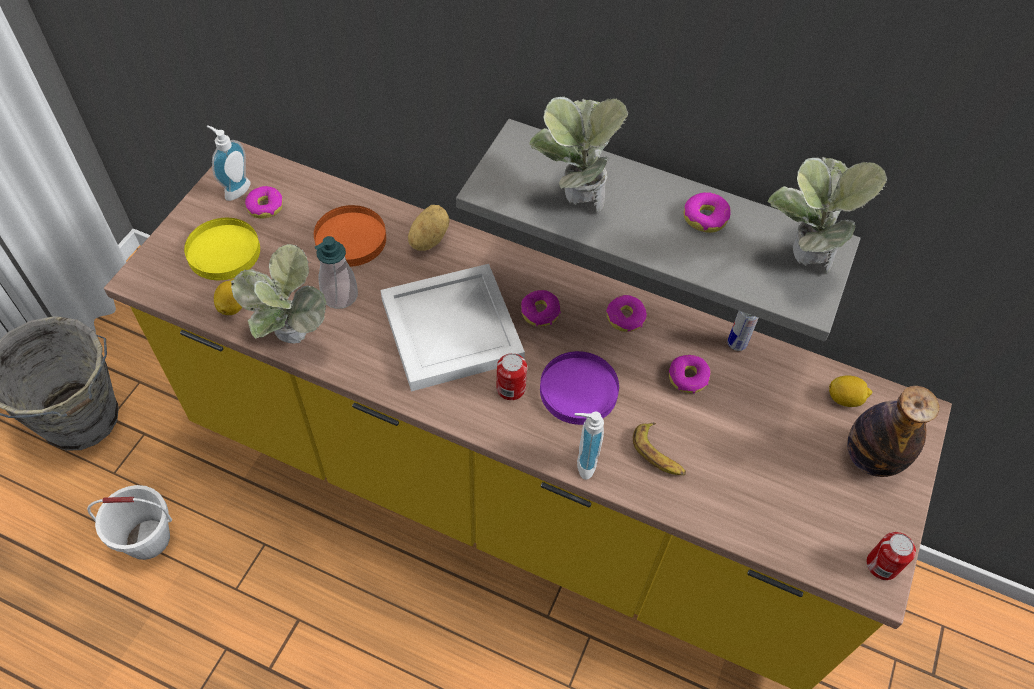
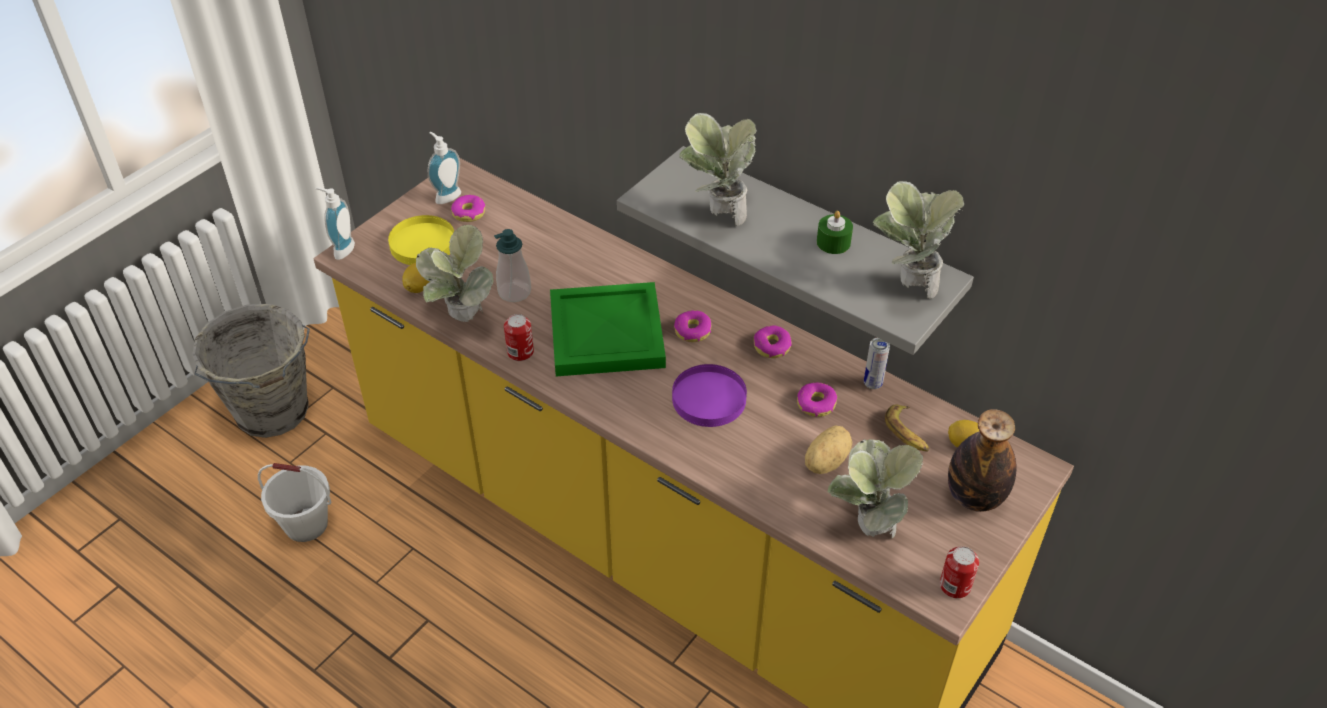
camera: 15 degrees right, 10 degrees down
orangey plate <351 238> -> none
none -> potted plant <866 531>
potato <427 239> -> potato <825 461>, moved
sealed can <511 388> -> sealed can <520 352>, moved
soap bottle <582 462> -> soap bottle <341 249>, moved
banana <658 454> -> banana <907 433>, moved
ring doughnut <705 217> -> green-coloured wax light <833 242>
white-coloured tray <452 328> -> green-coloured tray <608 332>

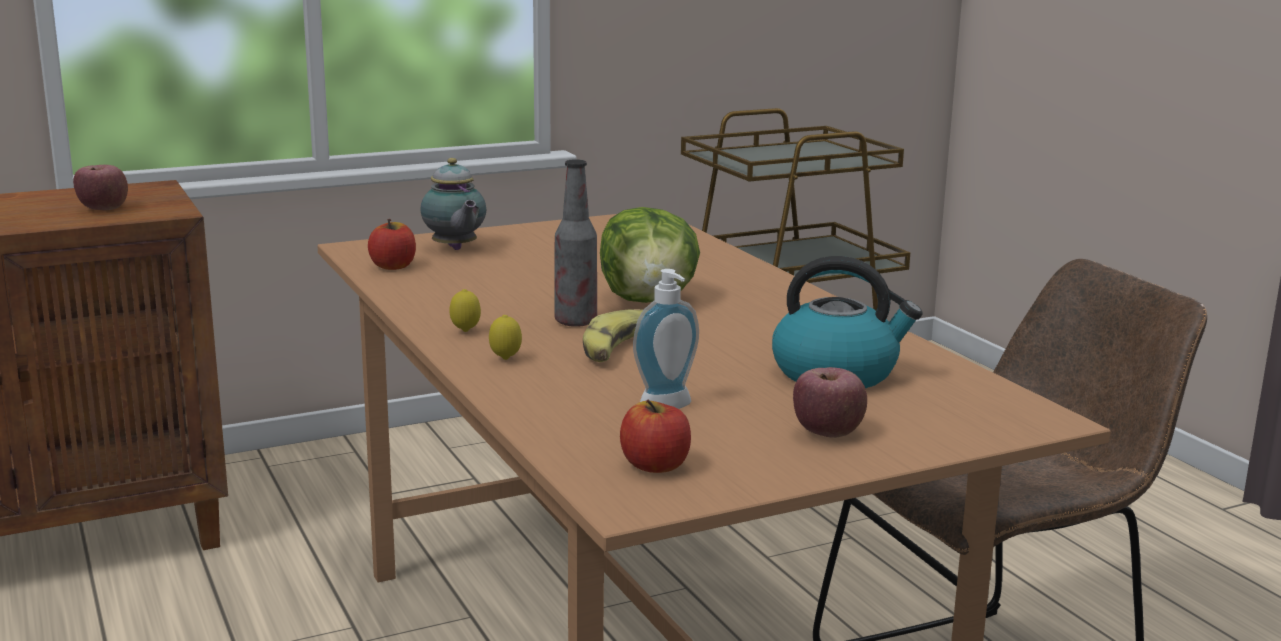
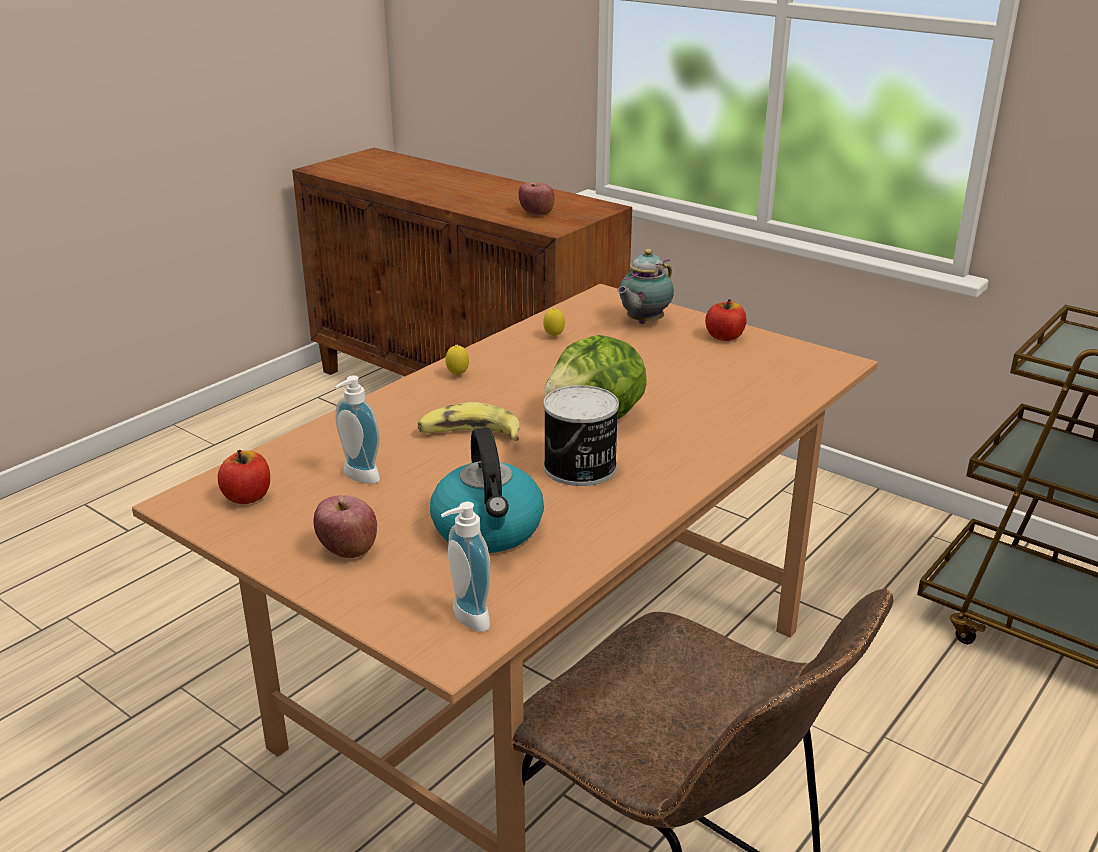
camera: 65 degrees right, 10 degrees up
drink bottle <575 322> -> none
none -> soap bottle <465 620>
none -> sealed can <580 468>
apple fruit <393 266> -> apple fruit <724 337>, moved
lemon <505 359> -> lemon <554 336>, moved

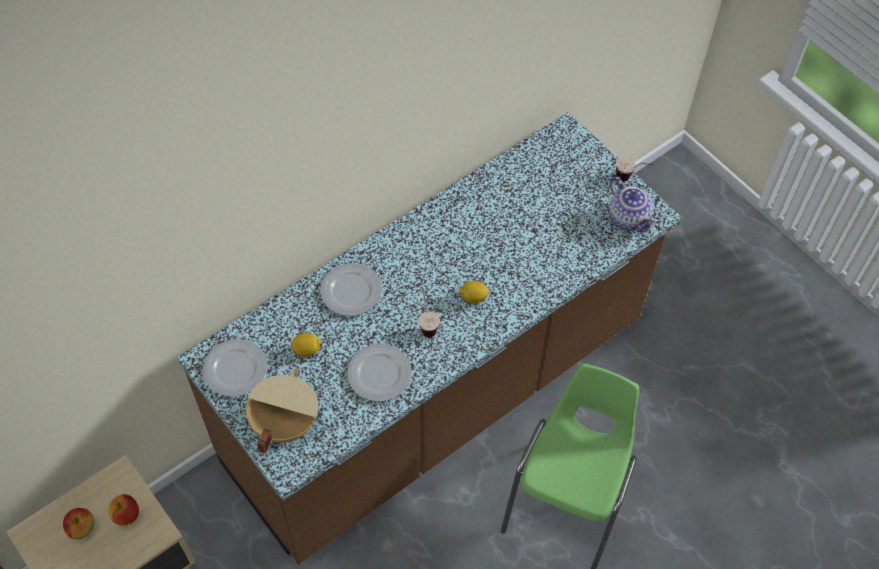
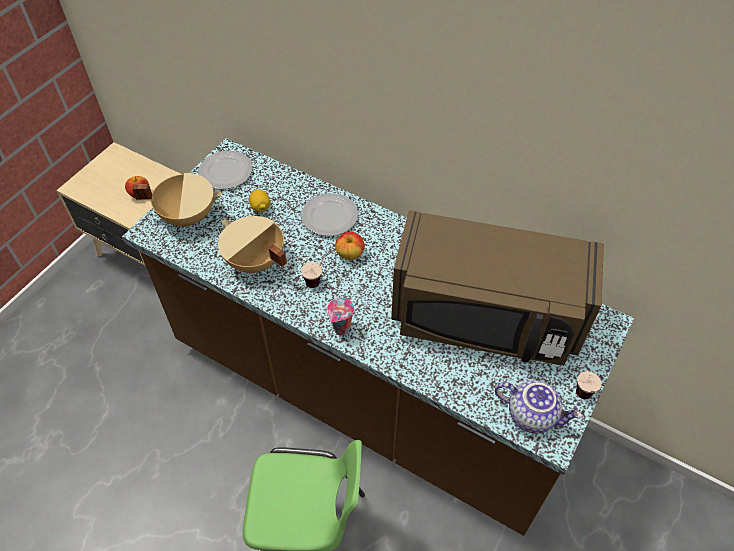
camera: 70 degrees right, 5 degrees down
lemon <473 297> -> none
none -> cup <341 330>
none -> brown-coloured kitchen microwave <486 318>
apple fruit <82 528> -> apple fruit <350 254>, moved
plate <380 374> -> beige-coloured stockpot <254 262>
tea pot <629 218> -> tea pot <532 414>, 105 degrees counterclockwise

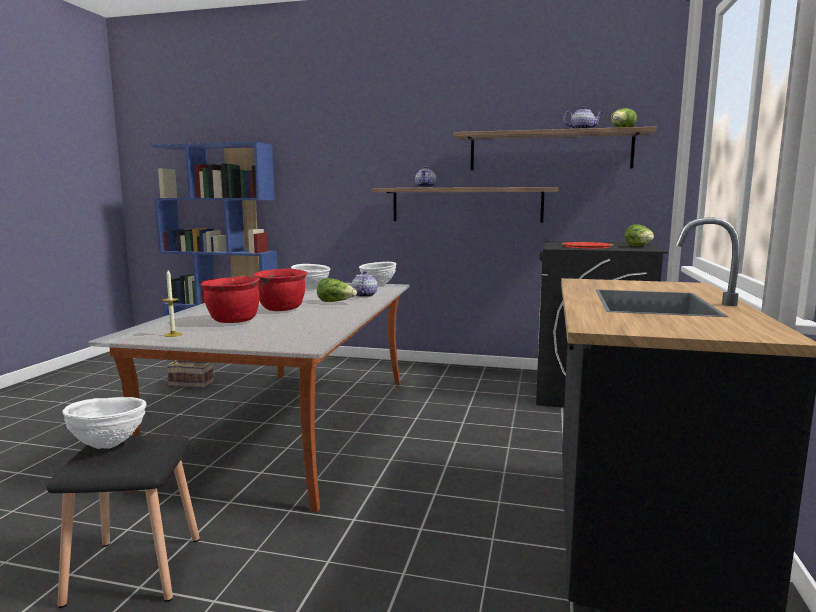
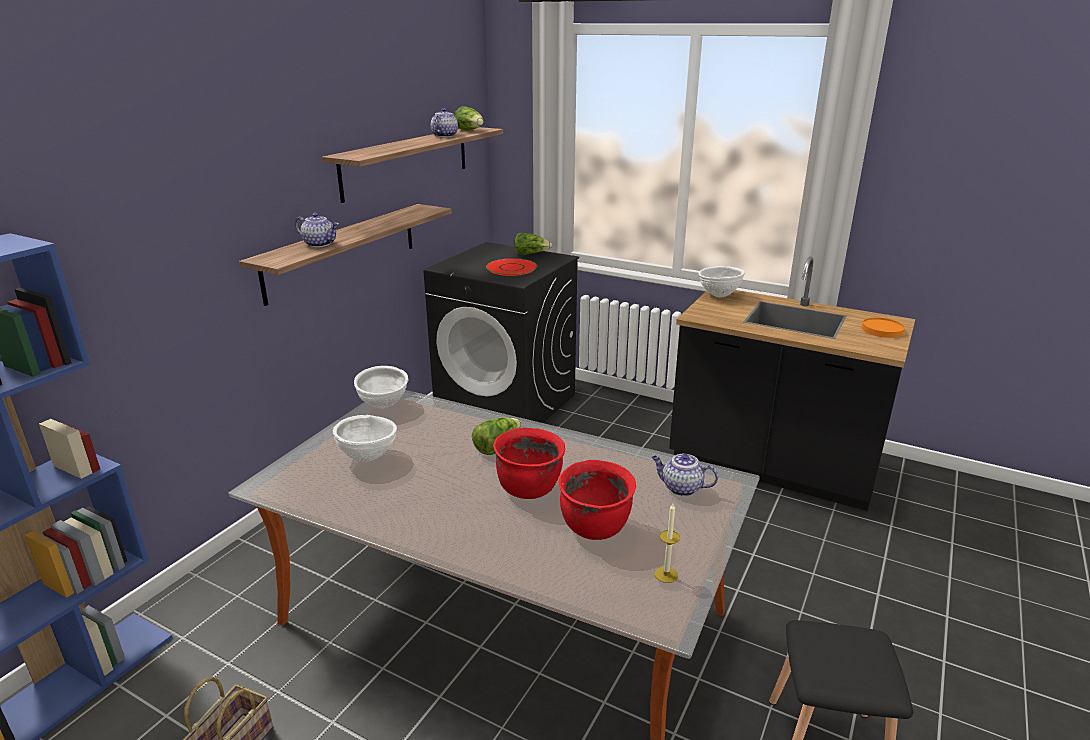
camera: 75 degrees left, 15 degrees up
none -> orangey plate <882 330>
white-coloured bowl <109 445> -> white-coloured bowl <719 296>, moved
tea pot <364 295> -> tea pot <681 488>, moved

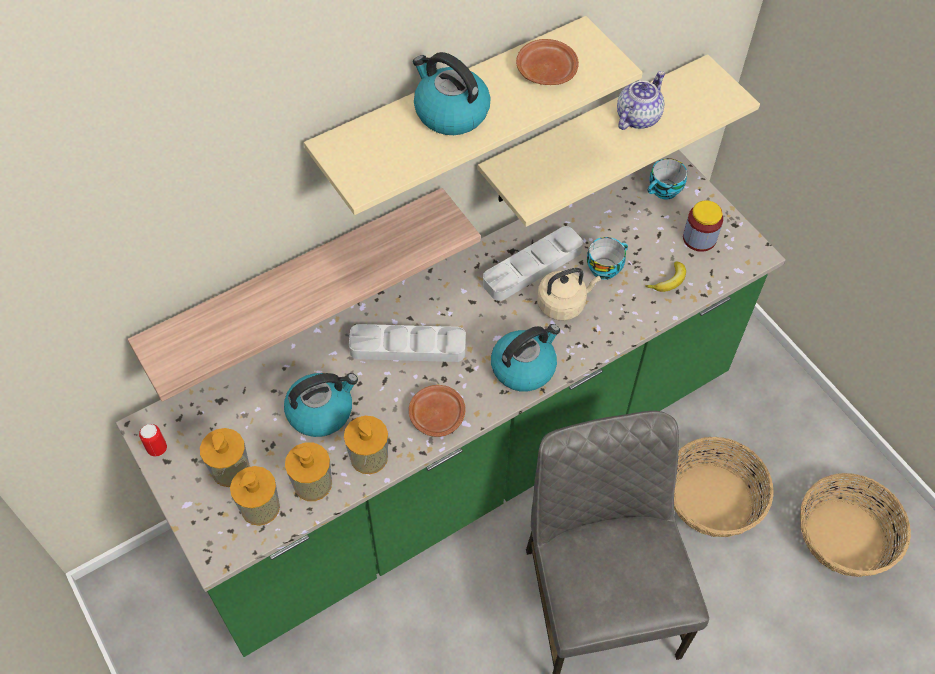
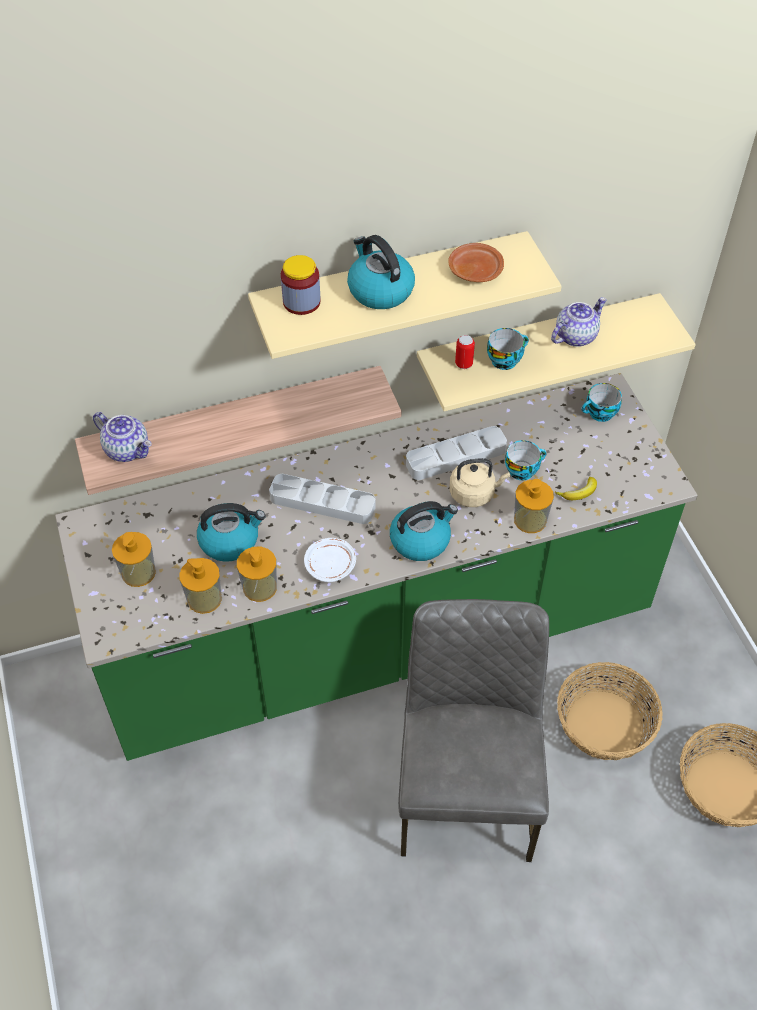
camera: 15 degrees right, 5 degrees down
none -> tea pot <127 449>
none -> cup <505 359>
sealed can <157 449> -> sealed can <463 364>, moved
soap bottle <260 507> -> soap bottle <530 520>, moved
preserve jar <699 238> -> preserve jar <301 302>, moved
brown-coloured plate <437 415> -> white-coloured plate <330 564>

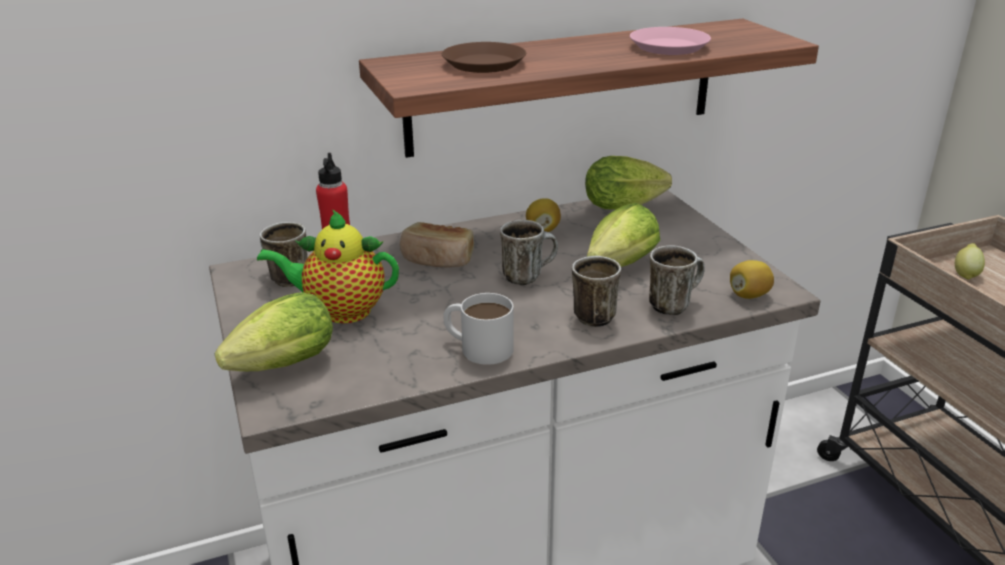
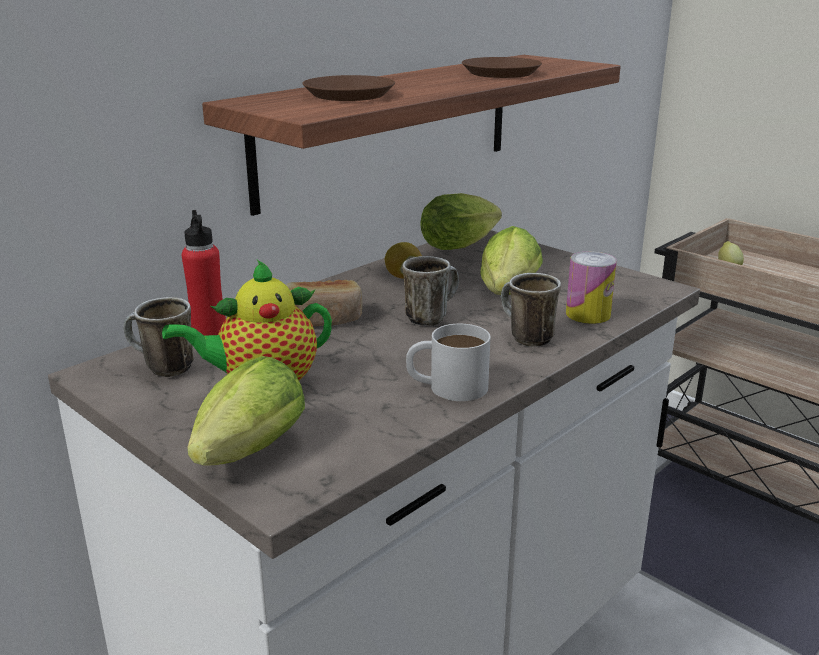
camera: 25 degrees left, 5 degrees down
lemon <748 295> -> none
coffee mug <673 304> -> sealed can <588 314>
pink-coloured plate <668 47> -> brown-coloured plate <500 73>

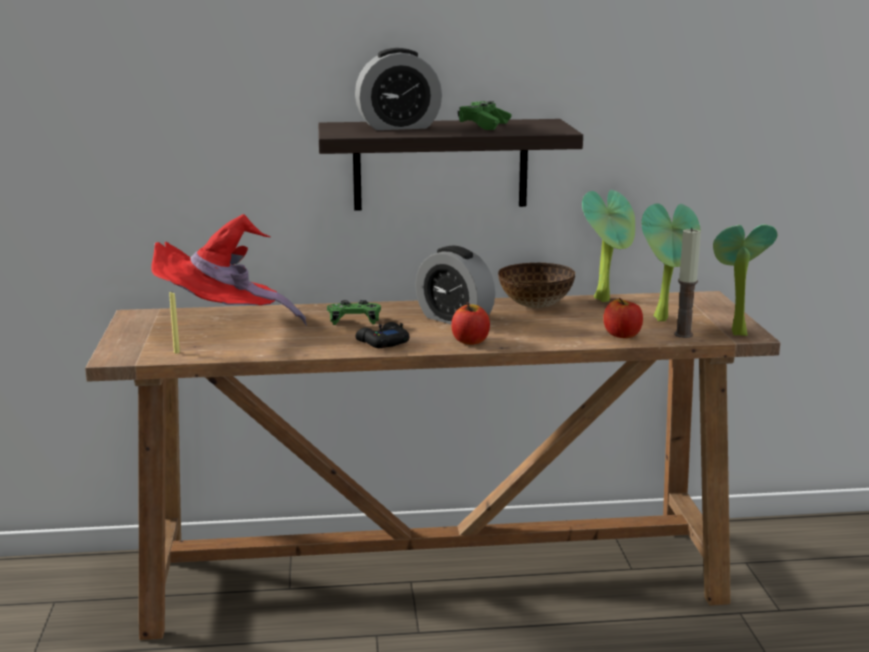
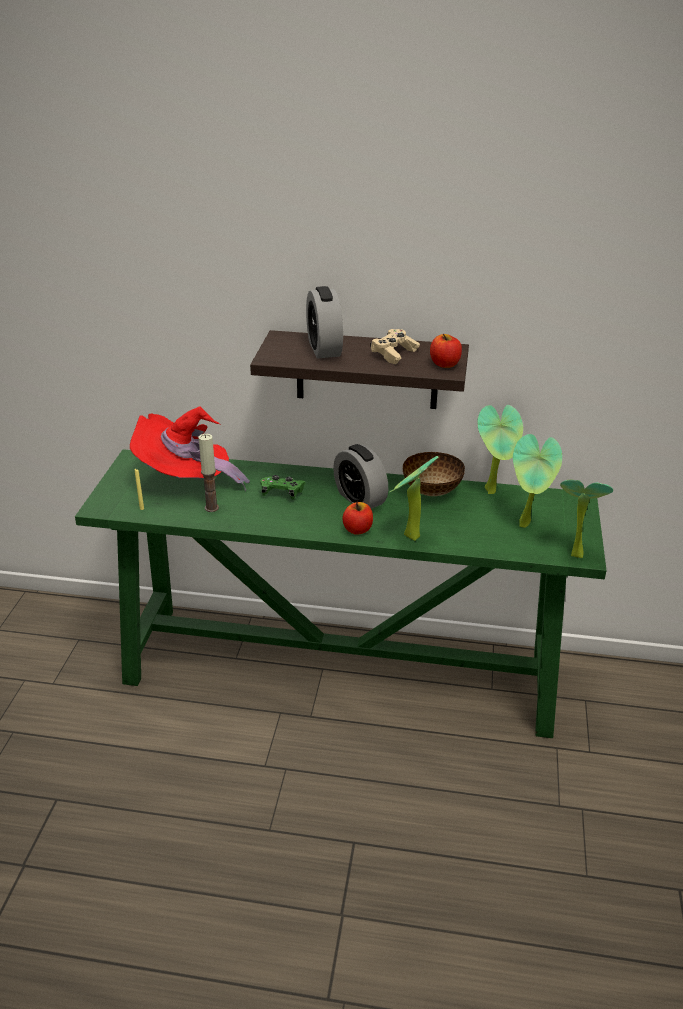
camera: 15 degrees right, 15 degrees up
black-coloured joypad <382 342> -> none
none -> potted plant <408 537>
apple fruit <622 335> -> apple fruit <445 364>, moved
wax light <683 334> -> wax light <211 508>, moved
brown-coloured hall table <437 579> -> green-coloured hall table <343 670>
green-coloured joypad <484 126> -> beige-coloured joypad <394 354>
alarm clock <398 127> -> alarm clock <324 348>, 75 degrees clockwise

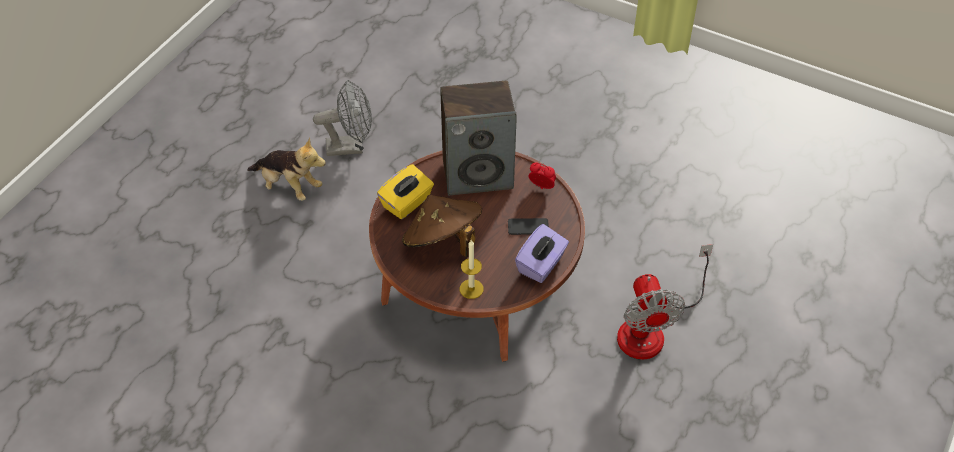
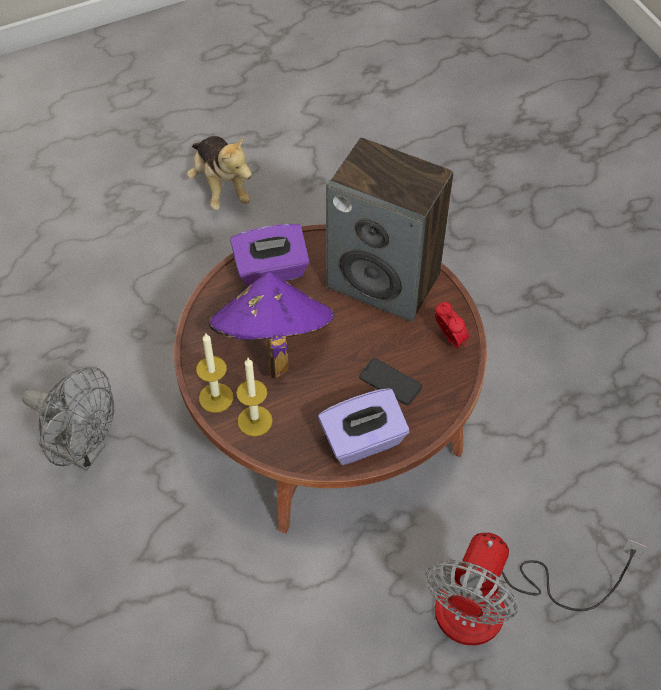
camera: 35 degrees right, 5 degrees up
none -> wax light <216 397>
greyish cooling fan <351 146> -> greyish cooling fan <82 450>, moved
yellowish box of tissues <407 203> -> purplish box of tissues <271 271>
brown-coloured wearable hat <443 242> -> purplish wearable hat <272 342>

